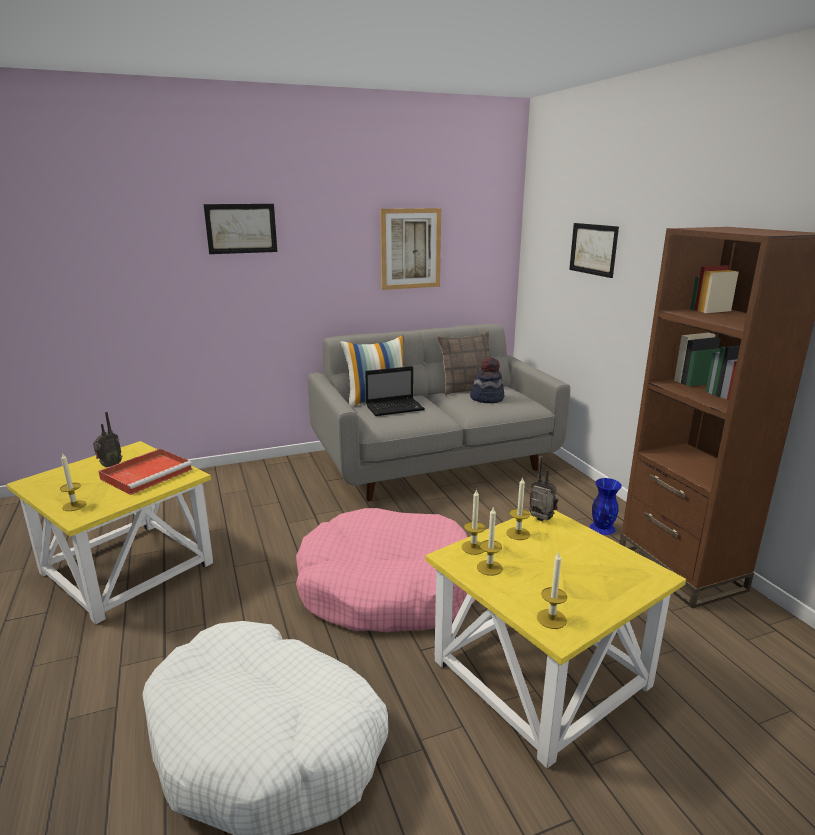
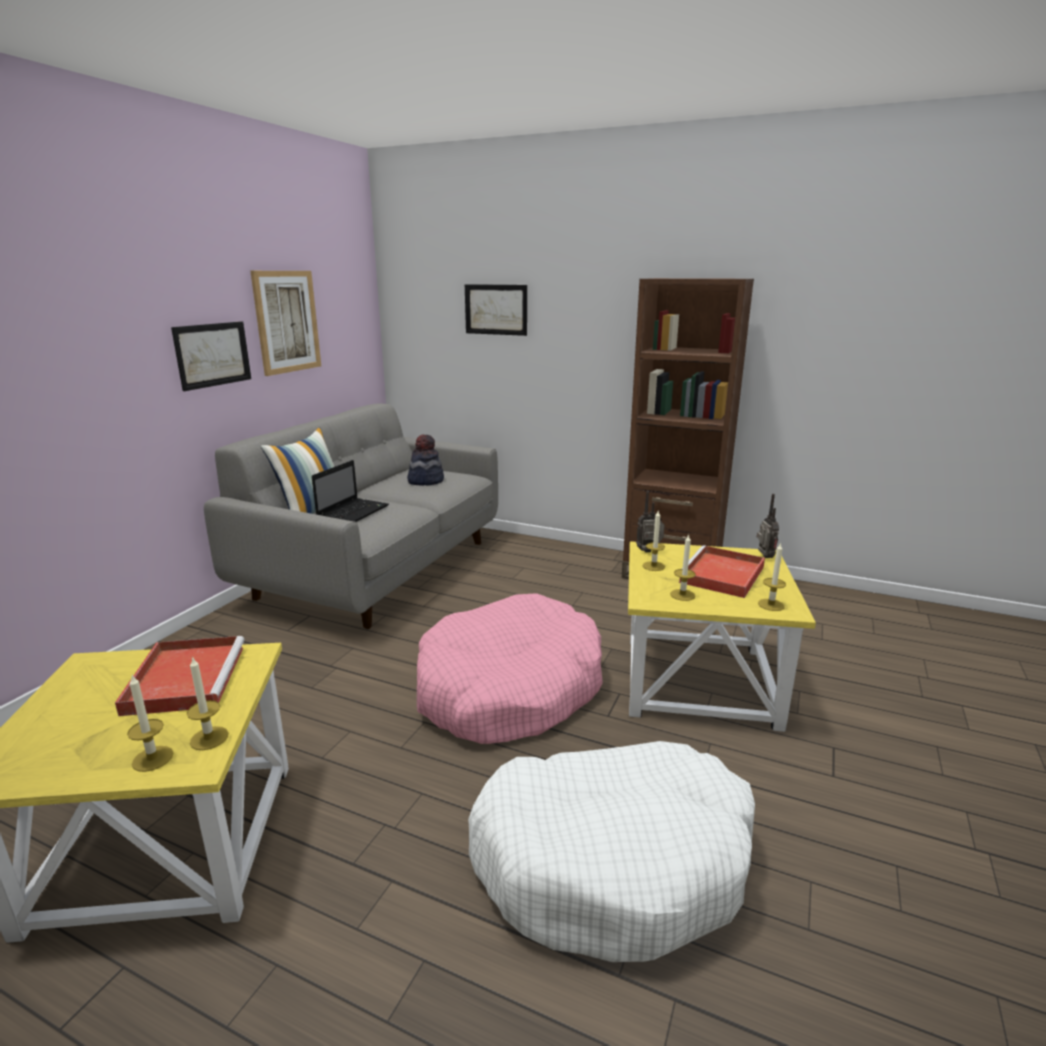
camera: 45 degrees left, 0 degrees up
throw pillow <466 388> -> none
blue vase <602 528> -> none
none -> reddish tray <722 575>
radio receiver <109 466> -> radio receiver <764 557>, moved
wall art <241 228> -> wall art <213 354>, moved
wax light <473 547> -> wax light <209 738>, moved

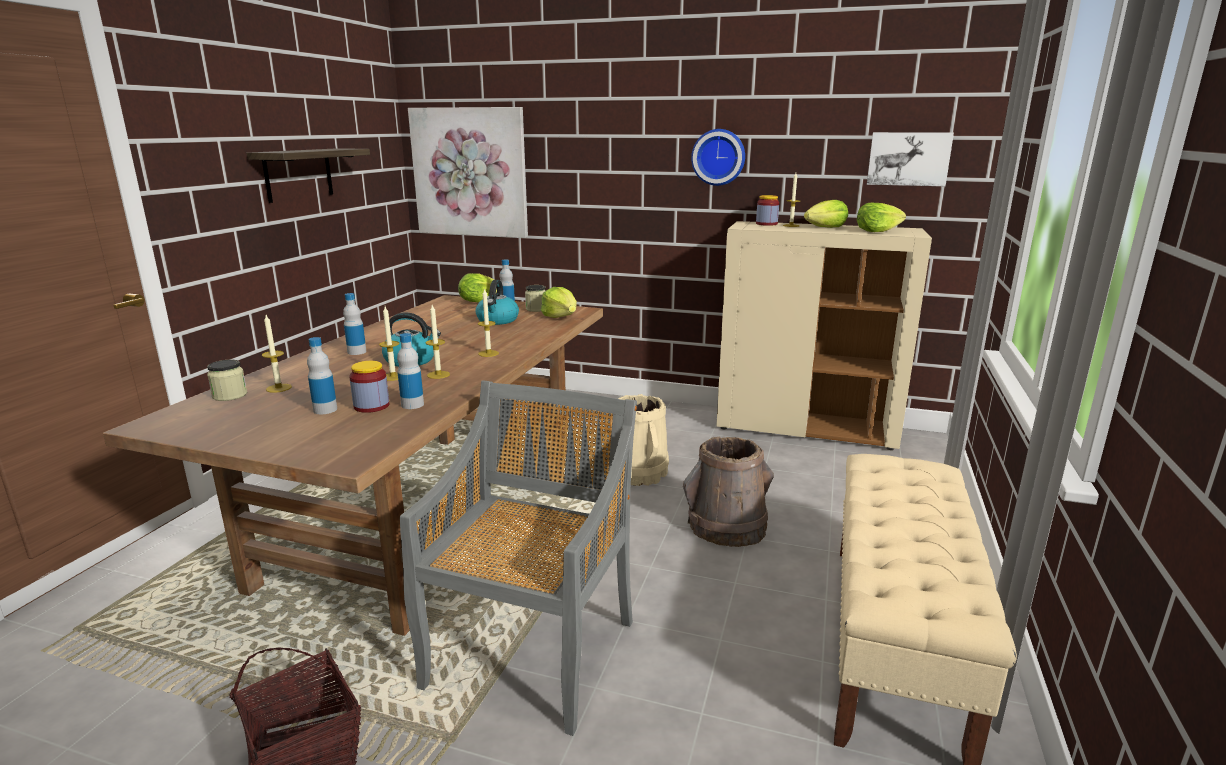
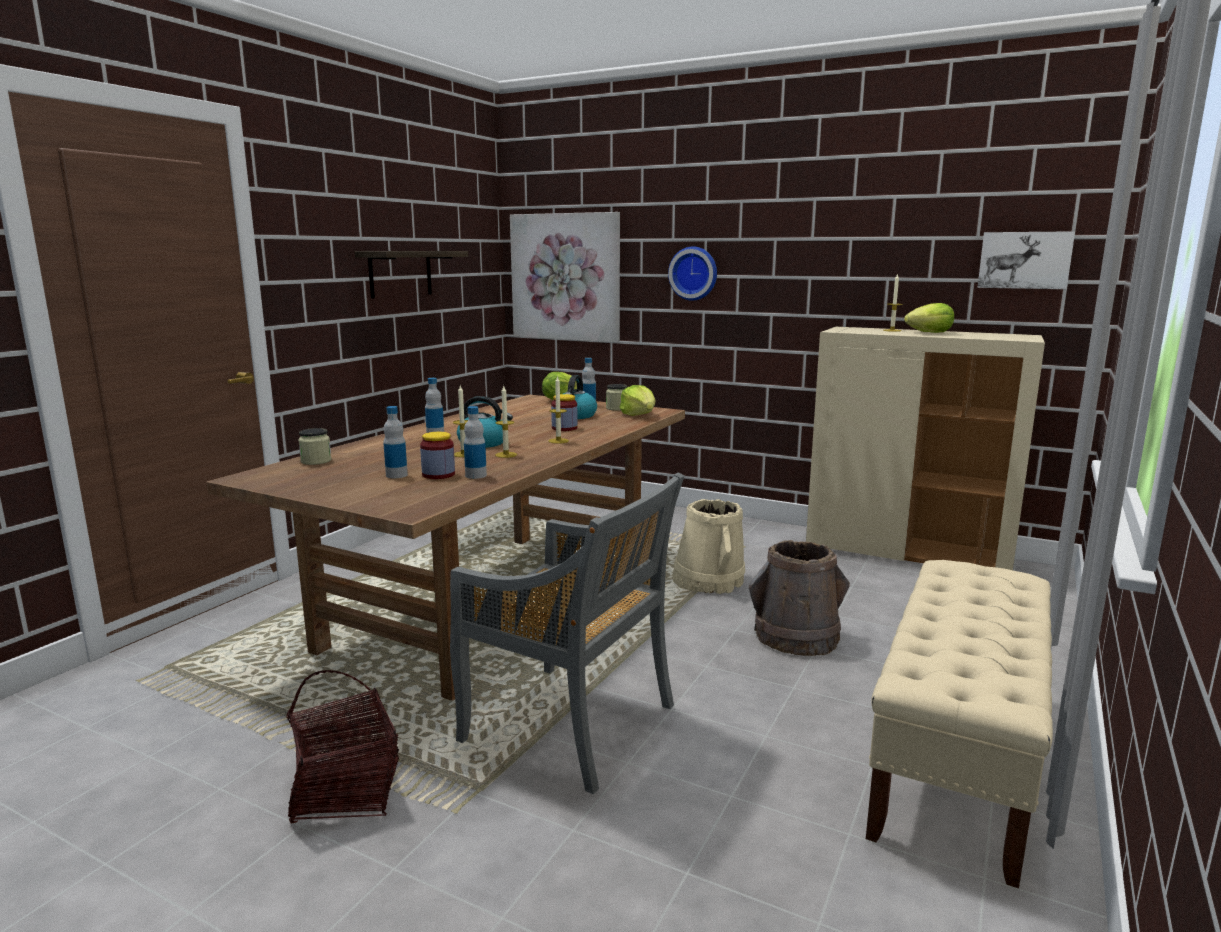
camera: 10 degrees right, 5 degrees down
wax light <278 388> -> none
head of lettuce <877 231> -> none
hanging clock <718 157> -> hanging clock <694 273>, moved
preserve jar <766 224> -> preserve jar <564 428>, moved
greyish upright chair <532 650> -> greyish upright chair <572 725>, 90 degrees clockwise

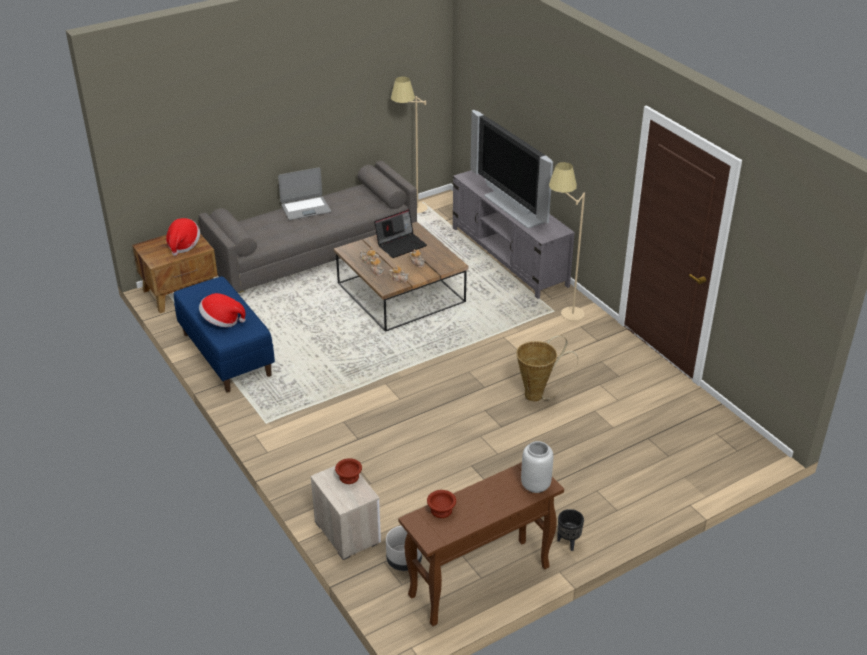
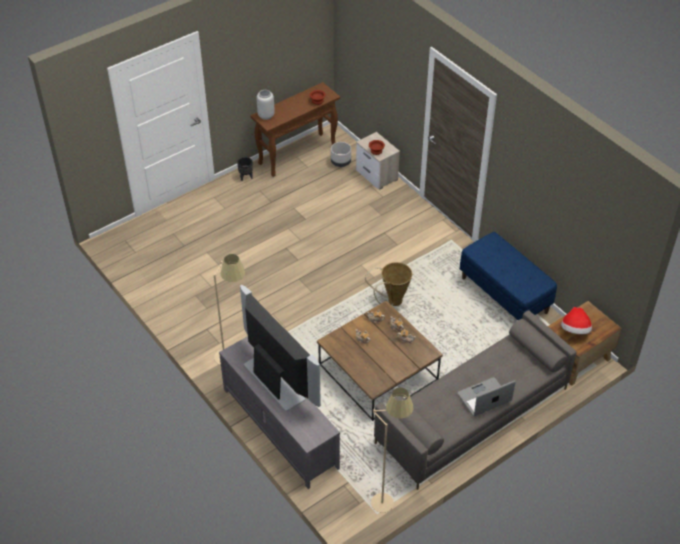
camera: 175 degrees right, 10 degrees up
wearable hat <222 321> -> none
notebook computer <401 244> -> none
basket <538 395> -> basket <391 302>, moved

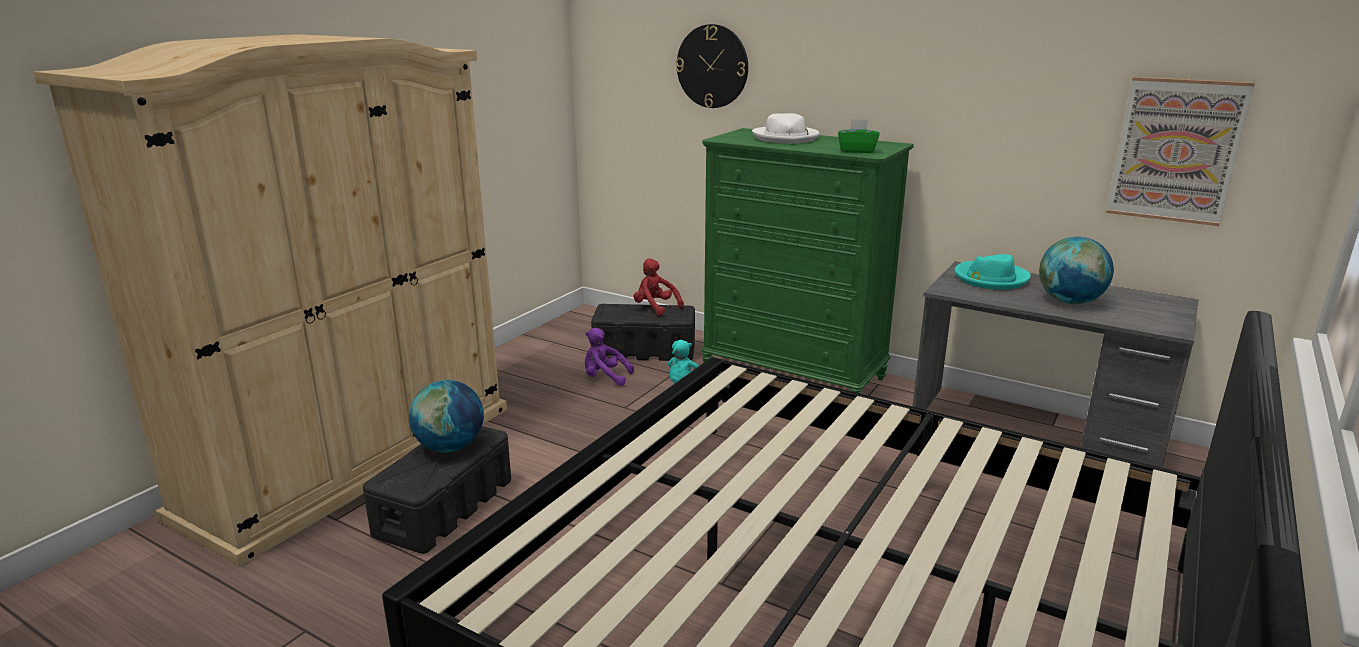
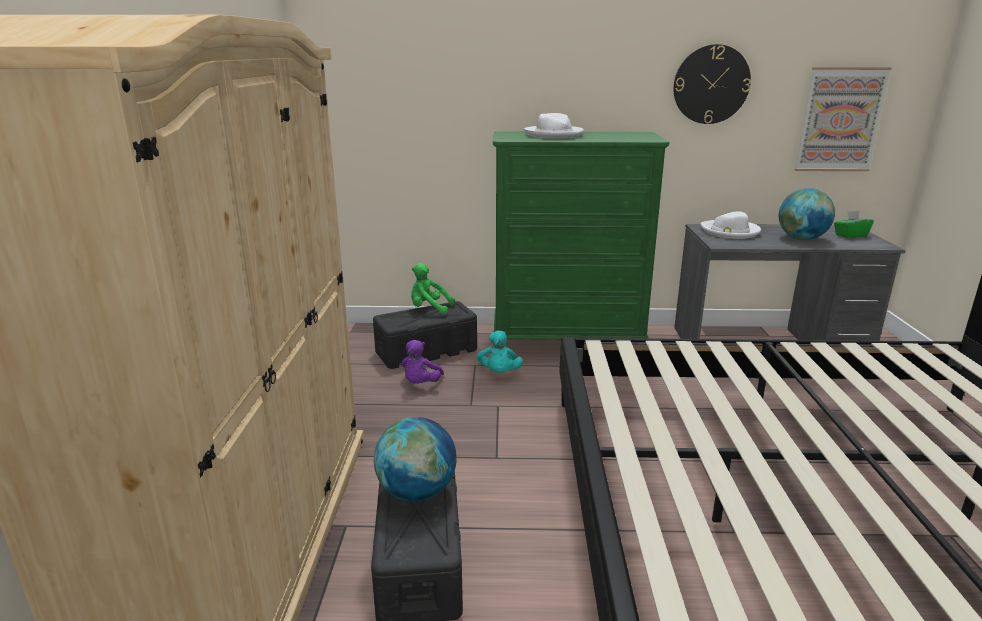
camera: 30 degrees left, 0 degrees up
hanging clock <712 66> -> hanging clock <711 84>, moved
green-coloured box of tissues <857 151> -> green-coloured box of tissues <850 235>, moved
reddish plush toy <655 307> -> green-coloured plush toy <429 309>
turquoise wearable hat <990 278> -> white-coloured wearable hat <730 232>
purplish plush toy <605 378> -> purplish plush toy <421 384>, 60 degrees counterclockwise

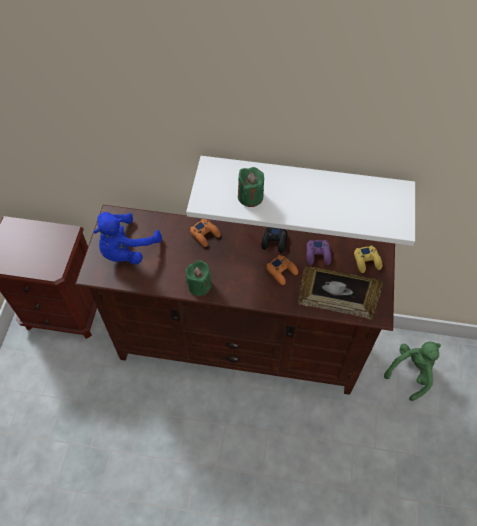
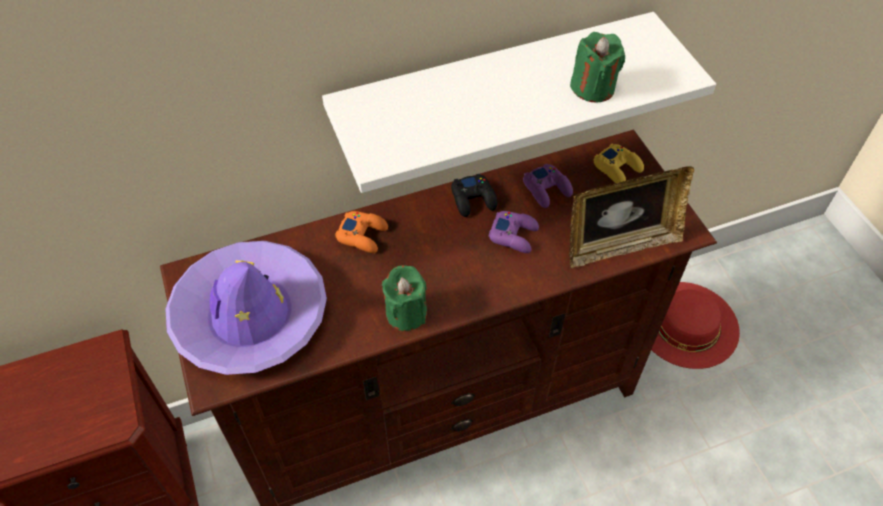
camera: 30 degrees left, 5 degrees down
green-coloured wax light <250 197> -> green-coloured wax light <593 88>, moved
blue plush toy <127 250> -> purplish wearable hat <250 316>
green-coloured plush toy <411 372> -> reddish wearable hat <687 324>
orangey joypad <282 271> -> purplish joypad <514 235>

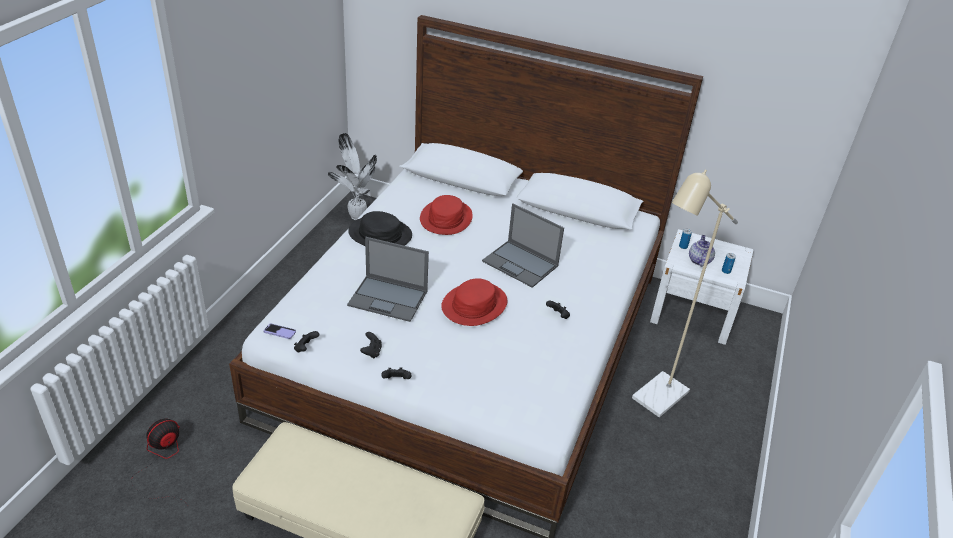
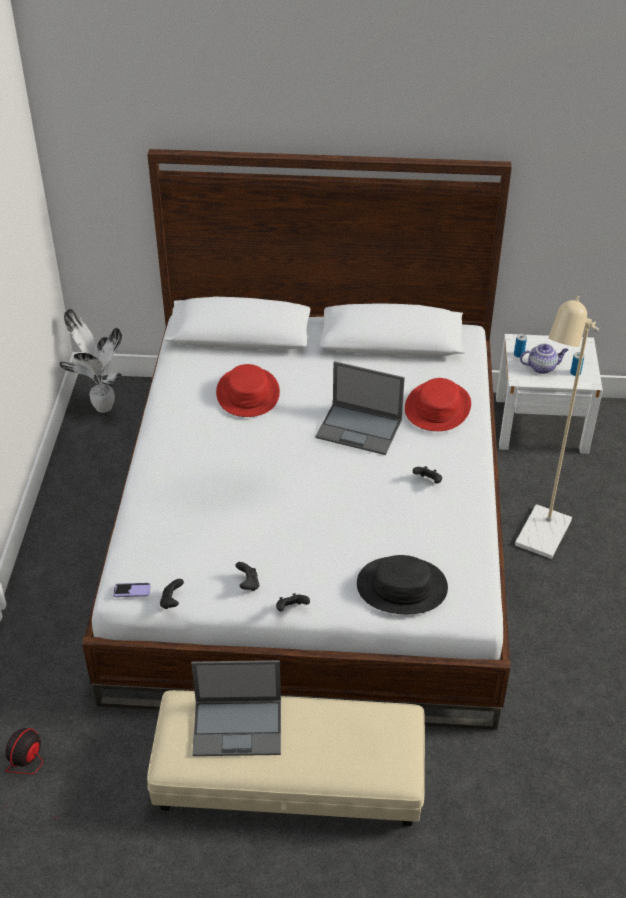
camera: 15 degrees left, 5 degrees up
notebook computer <389 298> -> notebook computer <239 727>, moved
black-coloured wearable hat <380 234> -> black-coloured wearable hat <402 587>, moved
reddish wearable hat <474 305> -> reddish wearable hat <437 407>, moved
tea pot <699 260> -> tea pot <542 367>, 90 degrees clockwise

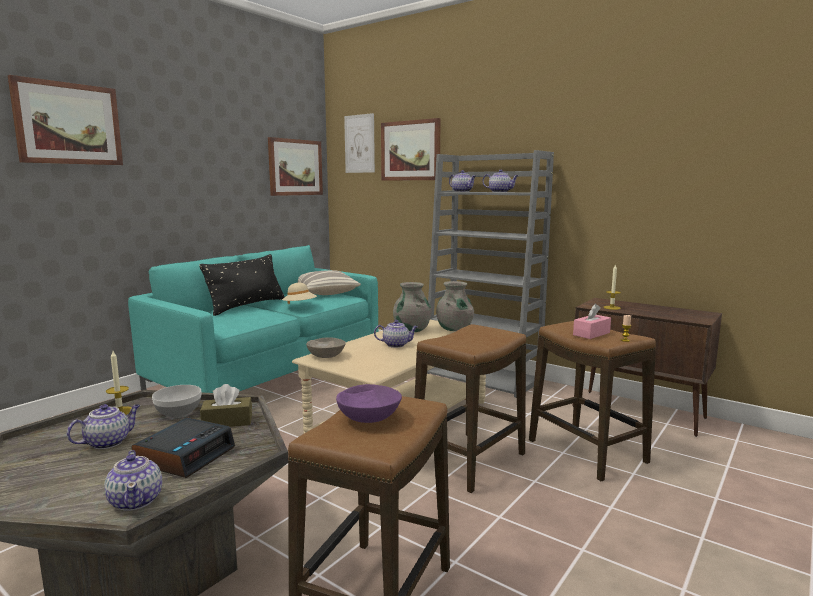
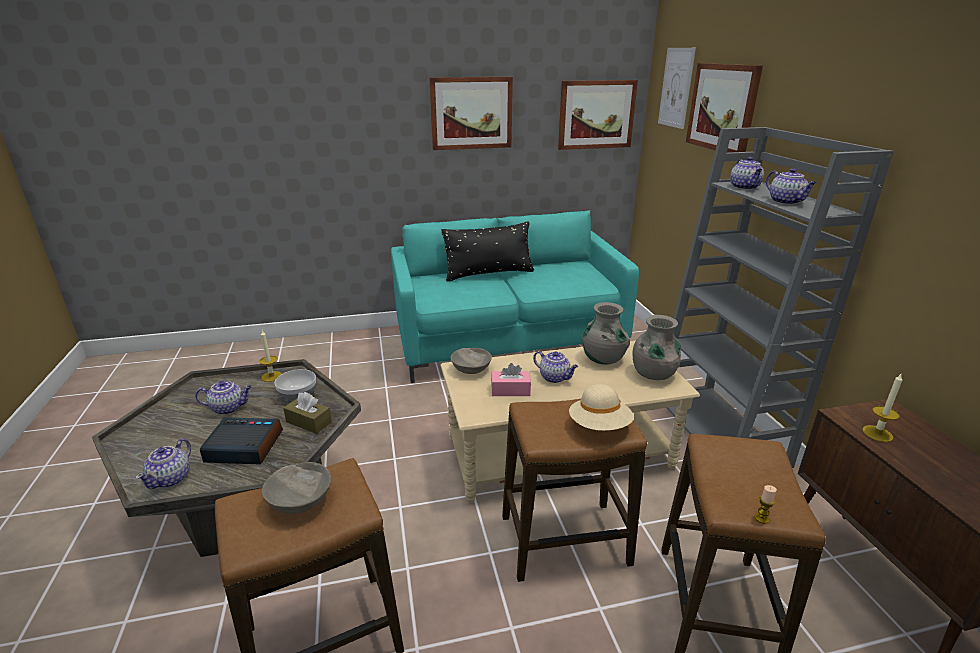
camera: 40 degrees right, 15 degrees up
throw pillow <325 292> -> none
wall art <68 124> -> wall art <471 113>, moved
beige-coloured wearable hat <300 306> -> beige-coloured wearable hat <599 426>, moved
pink-coloured box of tissues <591 334> -> pink-coloured box of tissues <510 390>, moved
purplish bowl <368 418> -> greyish bowl <299 501>
alarm clock <185 455> -> alarm clock <243 447>, 150 degrees counterclockwise

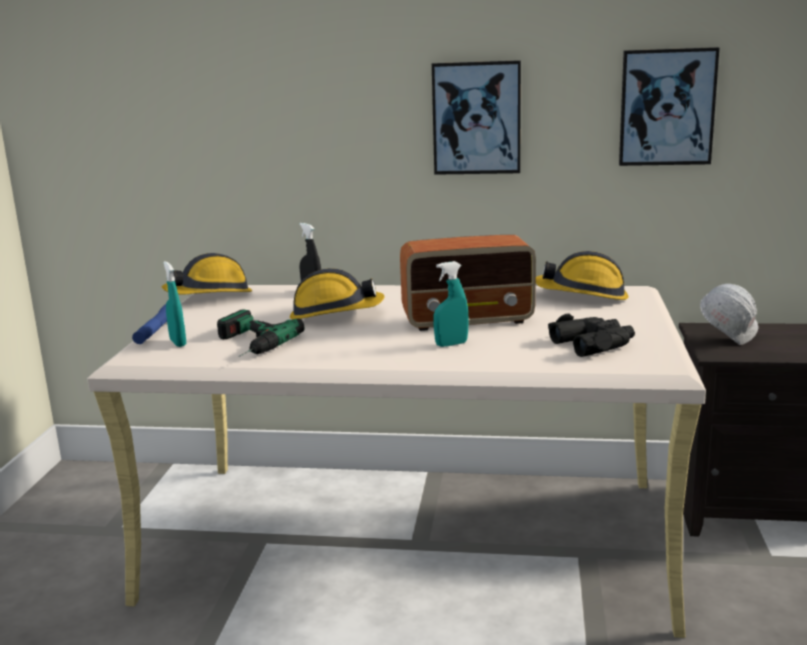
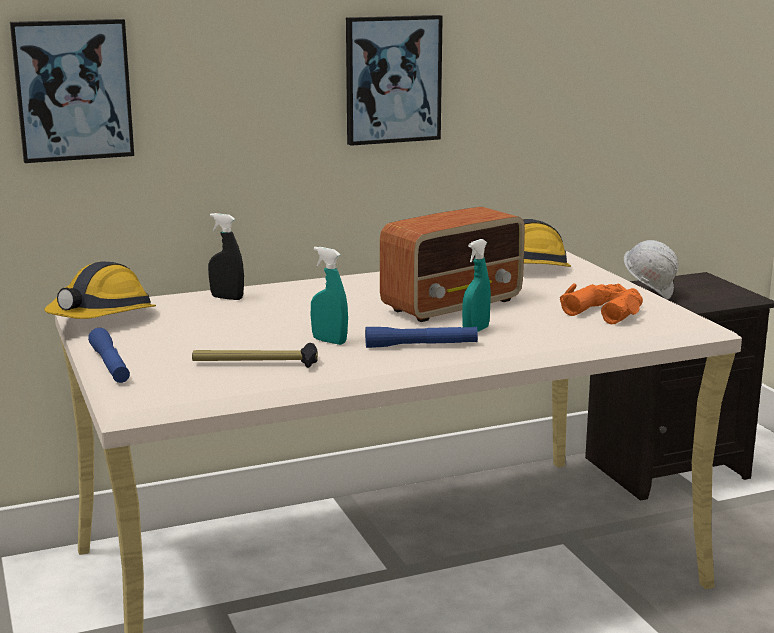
camera: 30 degrees left, 0 degrees up
work helmet <335 314> -> none
none -> blue flashlight <421 345>
turquoise sprayer <178 343> -> turquoise sprayer <329 341>, moved
wall art <666 107> -> wall art <73 90>, moved
power drill <246 345> -> tool hammer <255 364>
black-coloured binoculars <593 344> -> orangey binoculars <605 311>

